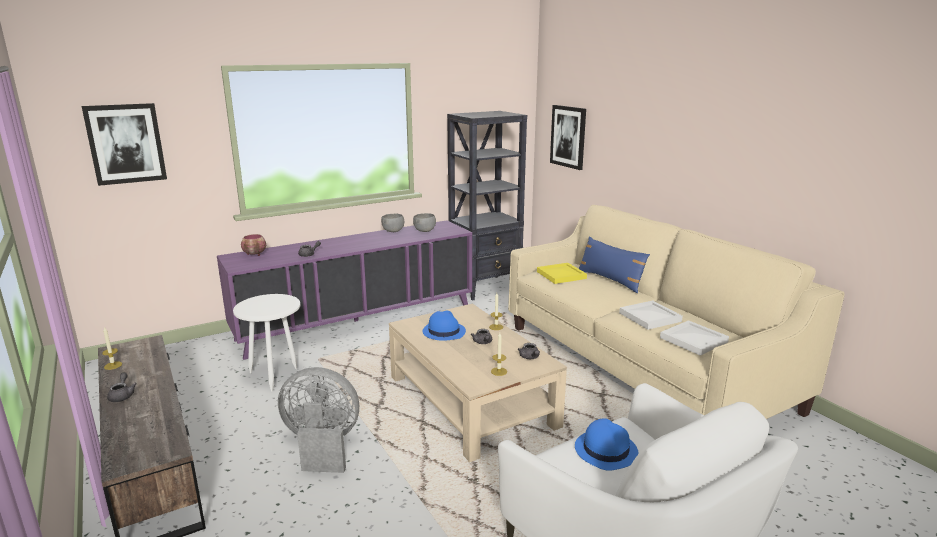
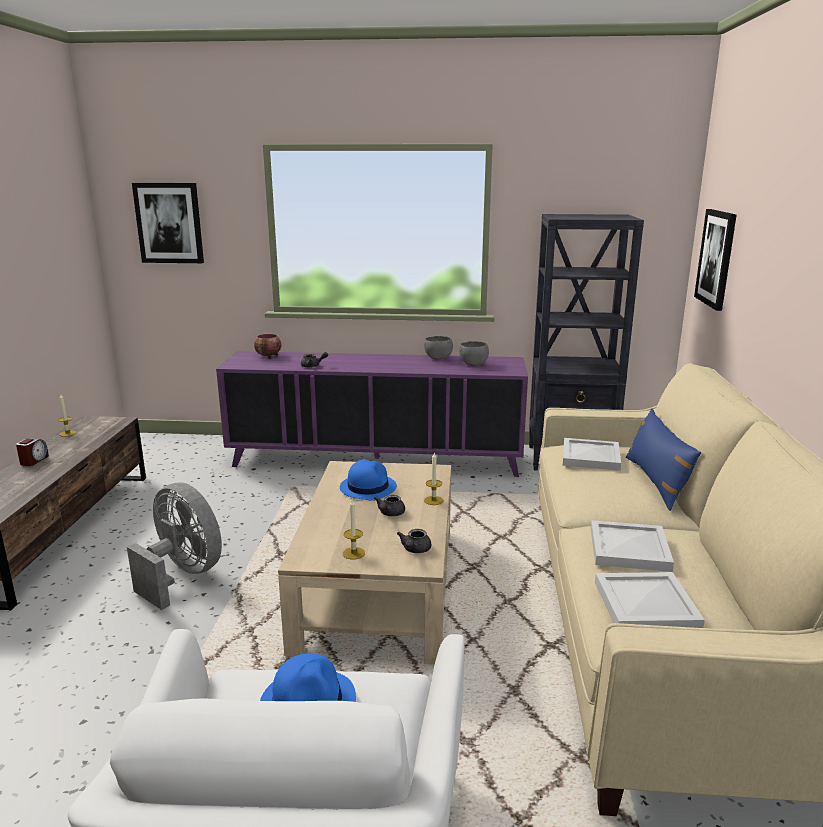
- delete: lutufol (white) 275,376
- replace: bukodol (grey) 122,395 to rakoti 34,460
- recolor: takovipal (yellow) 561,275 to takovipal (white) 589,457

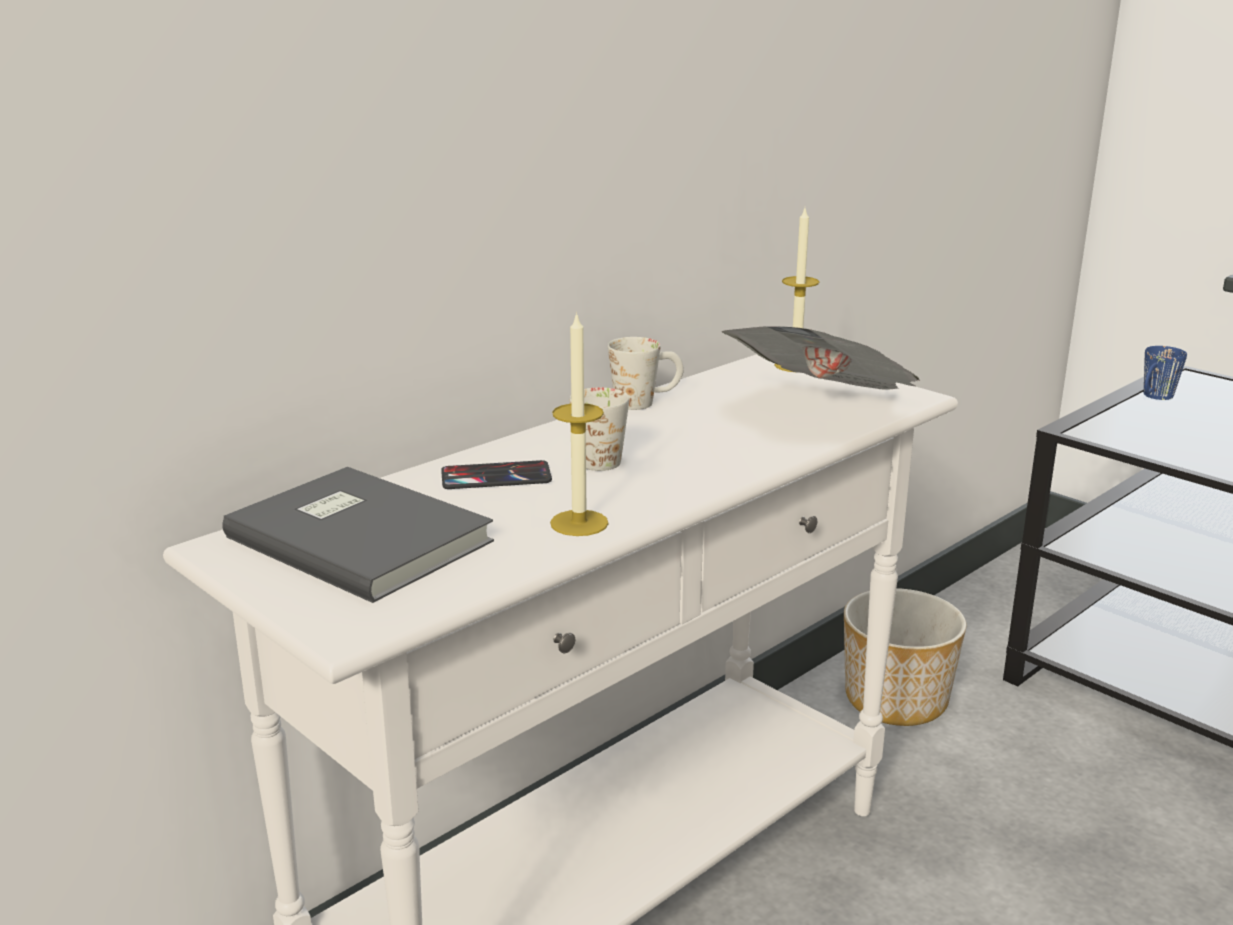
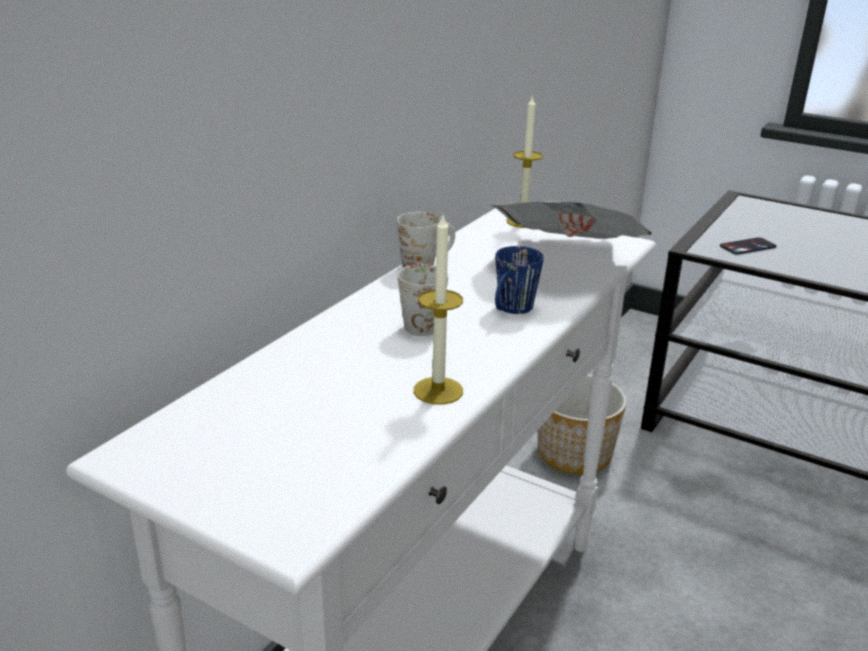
- delete: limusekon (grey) 361,536
- move: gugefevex 496,476 to 747,246
- move: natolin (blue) 1154,397 to 511,311

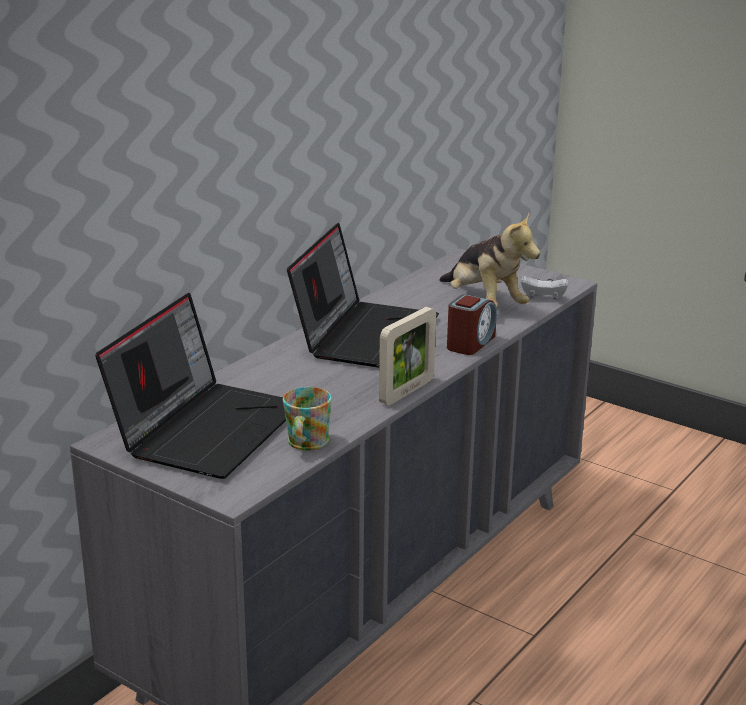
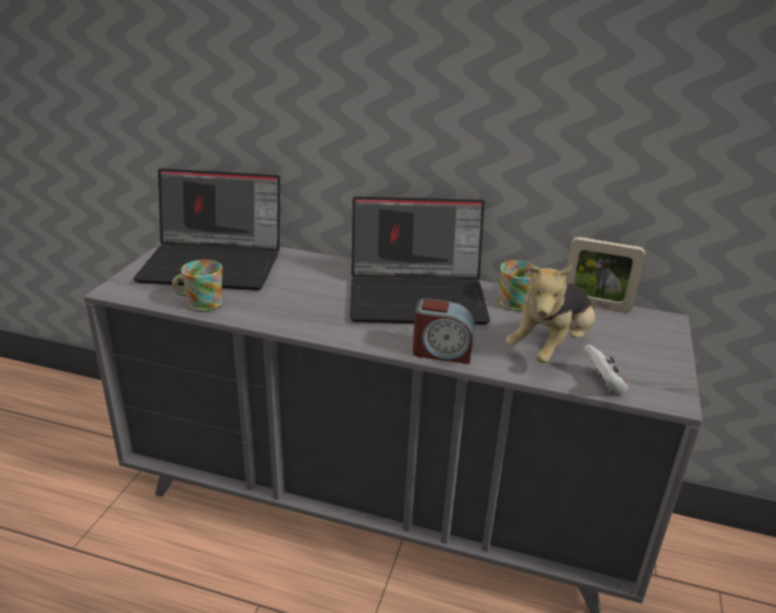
- insert: natolin 517,301
- move: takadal 406,392 to 595,305

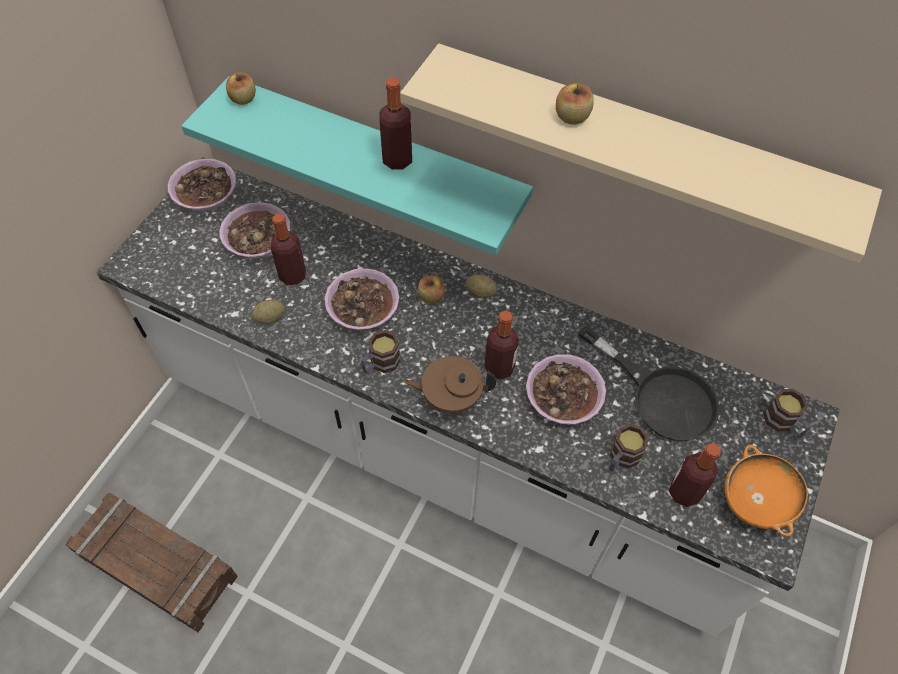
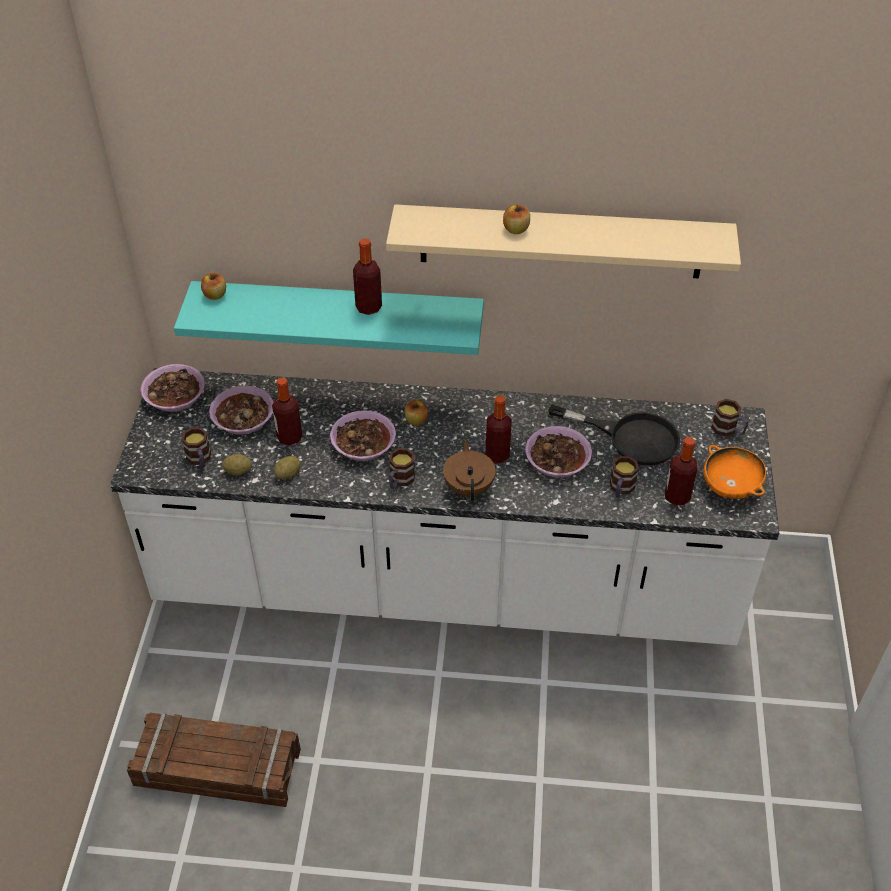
- insert: natolin 200,459
- move: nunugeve 480,292 to 238,471
- rotate: bukodol (brown) 450,397 = 469,487 105 degrees clockwise

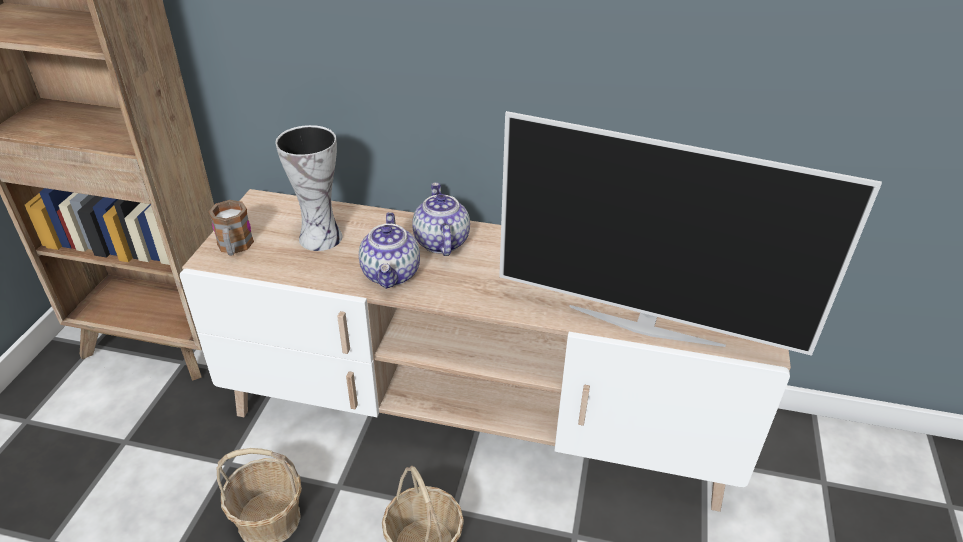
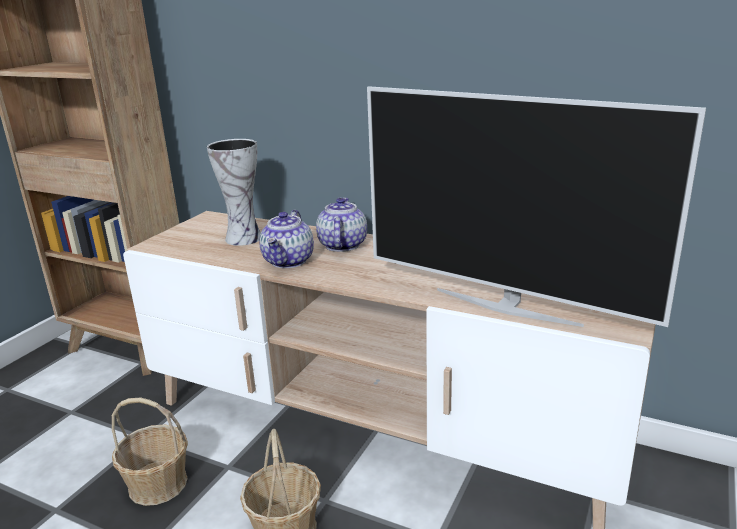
- delete: natolin 234,247

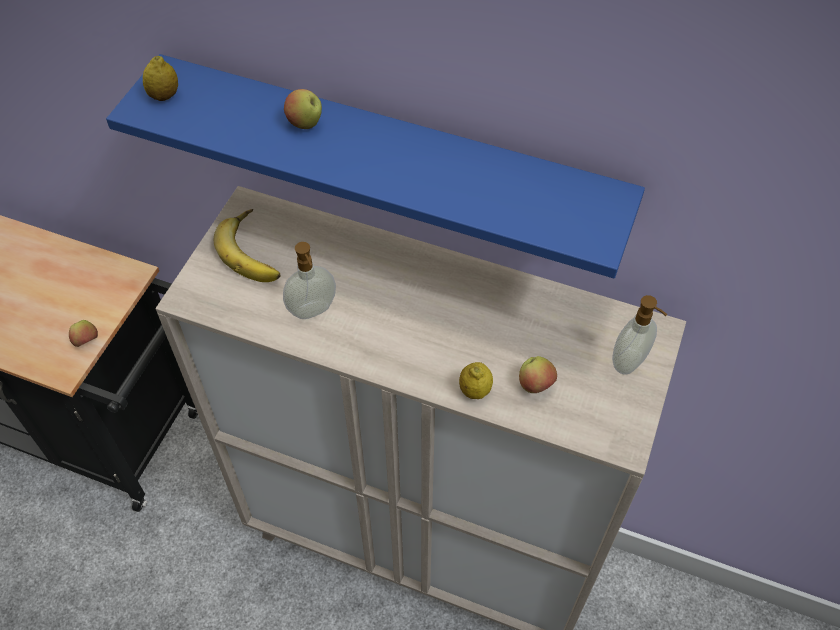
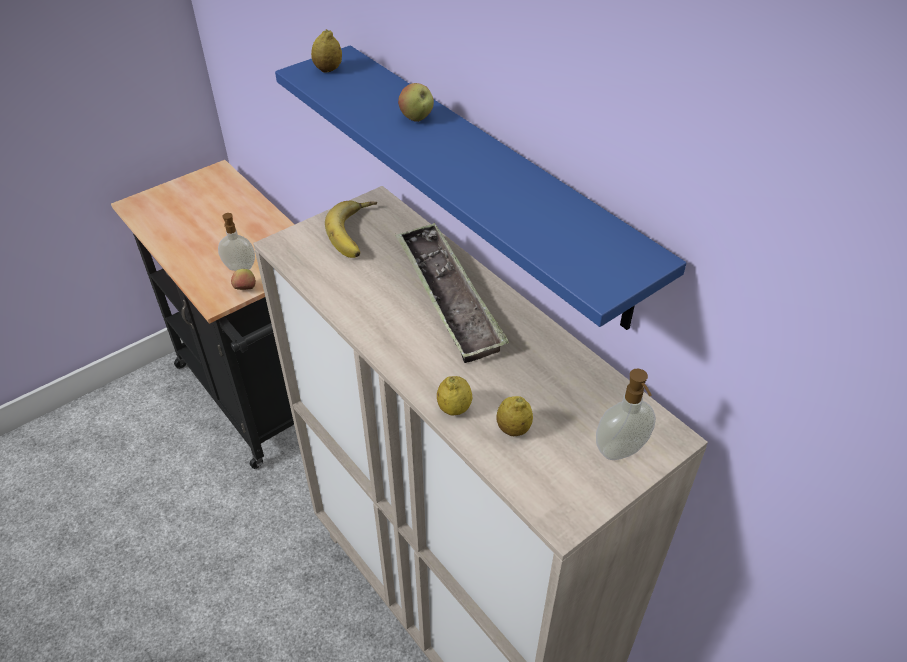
- insert: takovipal 448,297
- move: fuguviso 313,310 to 240,268
- replace: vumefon 535,385 to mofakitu 513,429

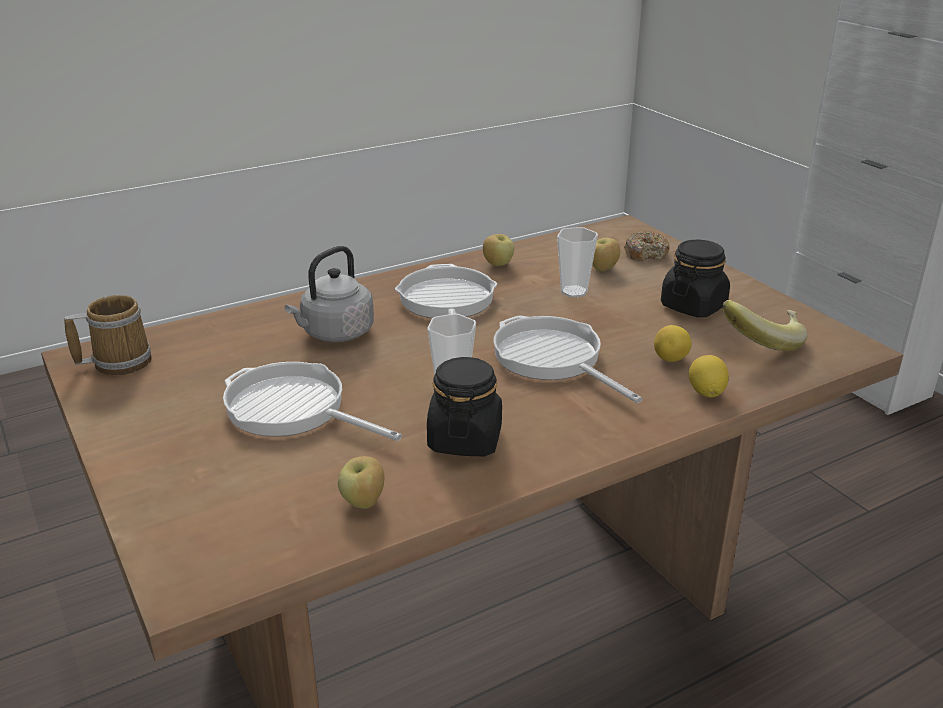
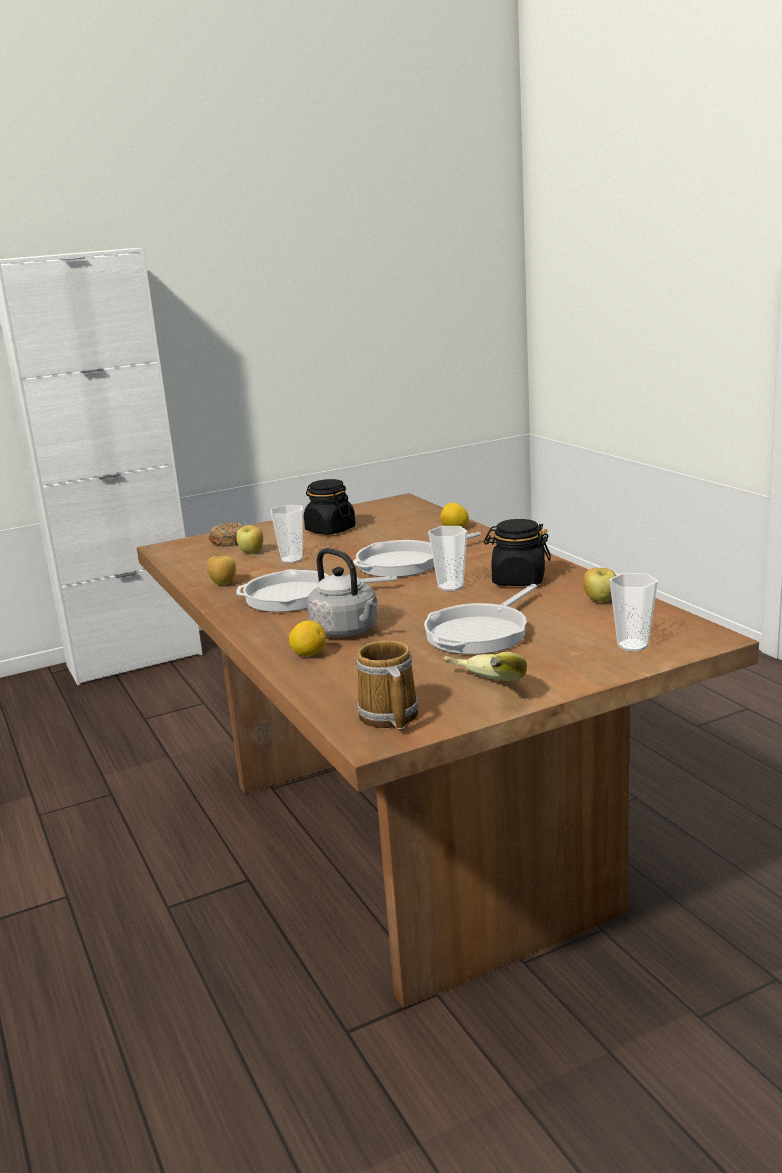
- insert: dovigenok 633,645
- move: mofakitu 671,359 to 309,654
- move: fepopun 761,341 to 481,690

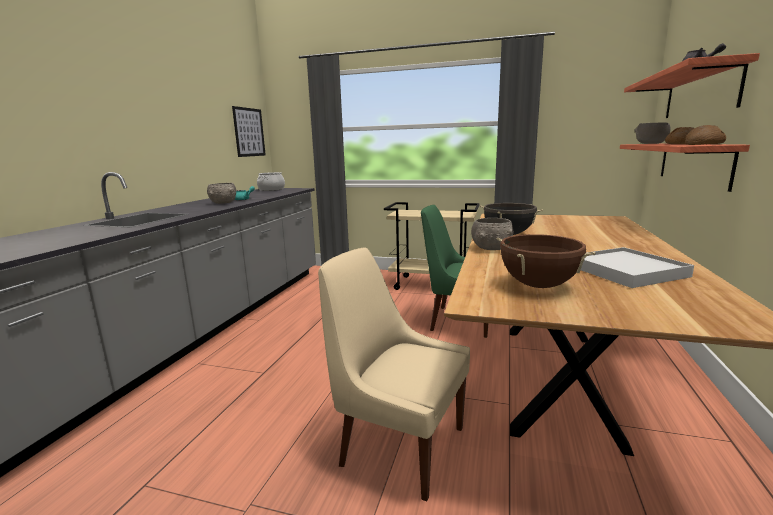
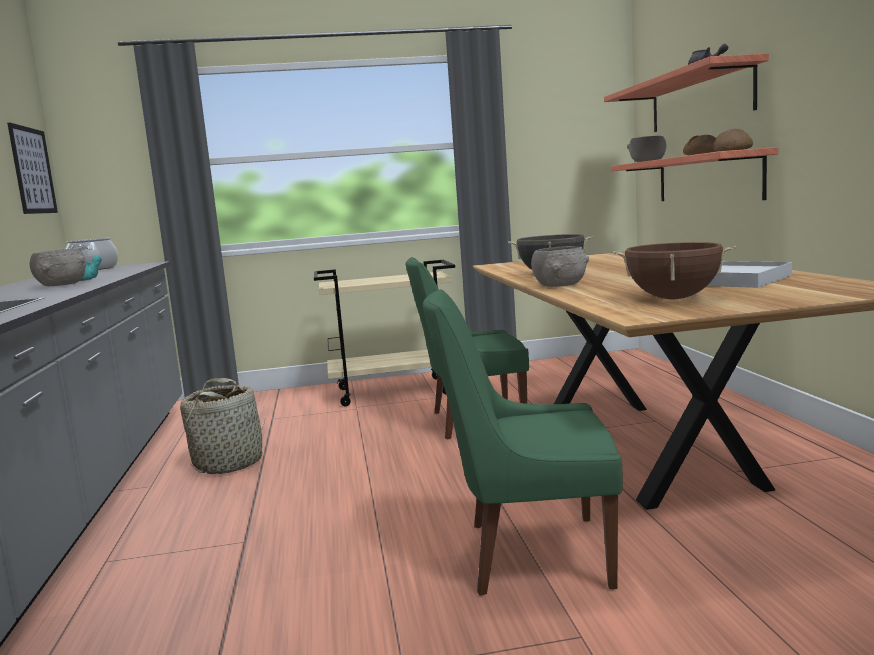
- insert: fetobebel 229,463
- recolor: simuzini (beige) 398,445 to simuzini (green) 530,554

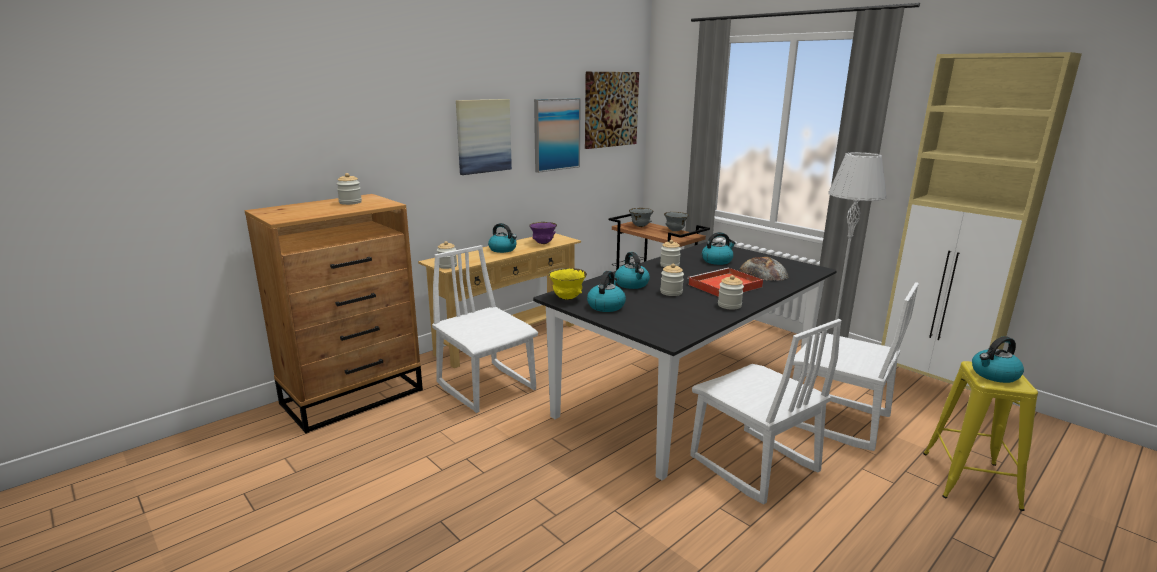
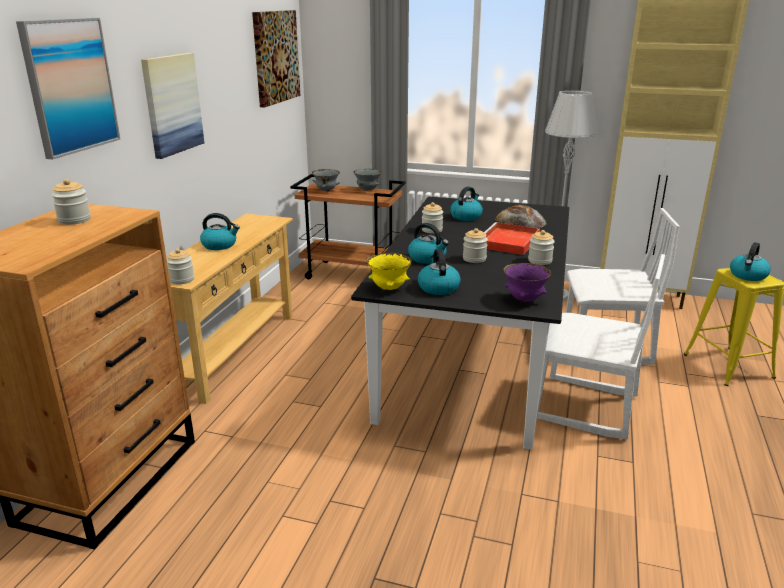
- delete: simuzini (white) 487,386
- move: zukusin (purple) 543,243 to 524,300
- move: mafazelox 556,134 to 70,86

